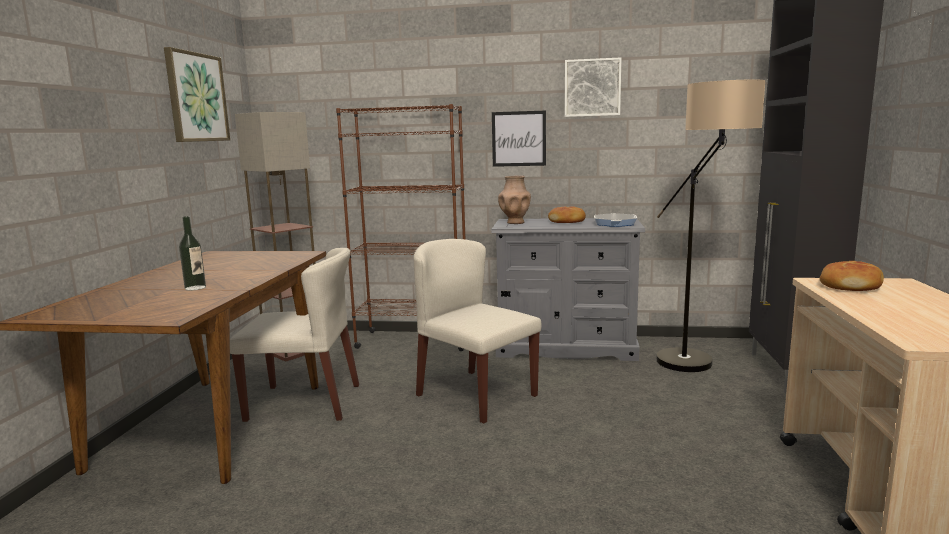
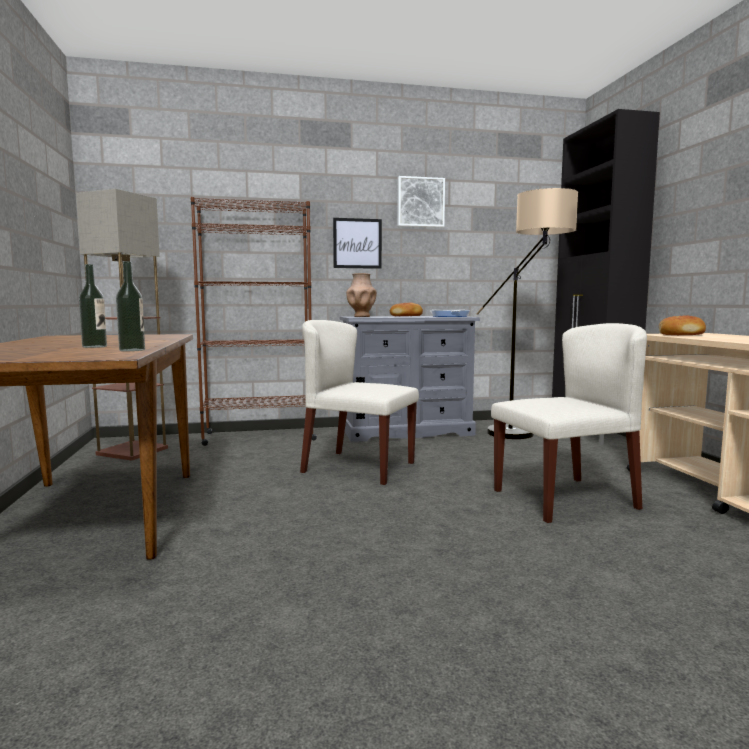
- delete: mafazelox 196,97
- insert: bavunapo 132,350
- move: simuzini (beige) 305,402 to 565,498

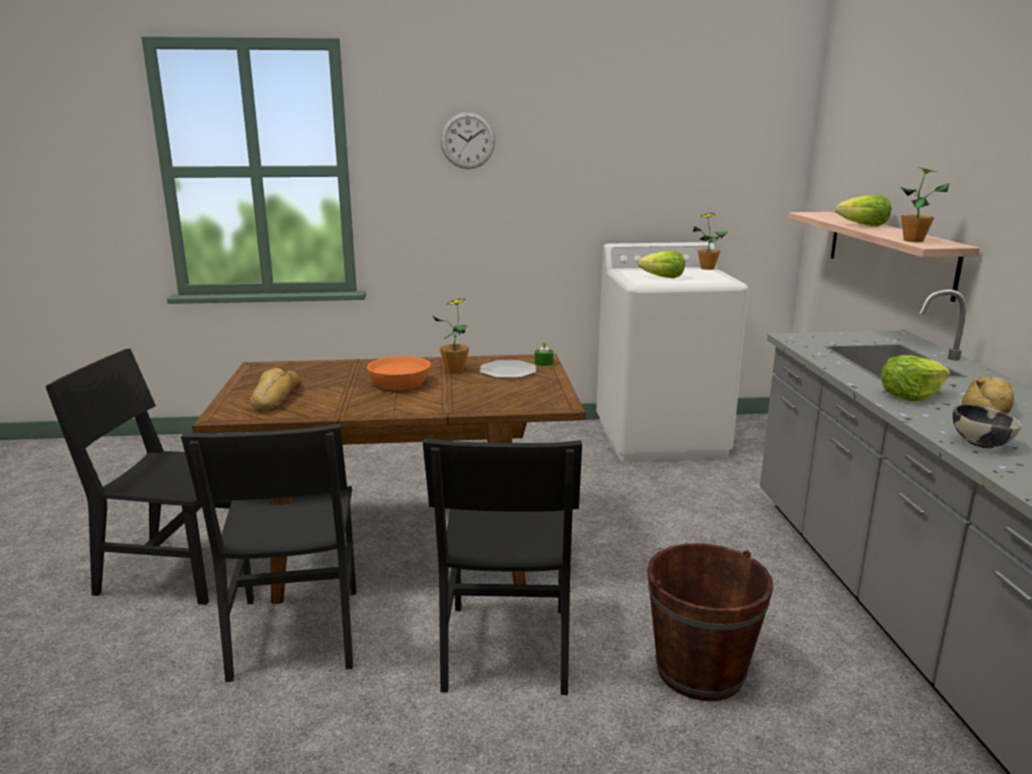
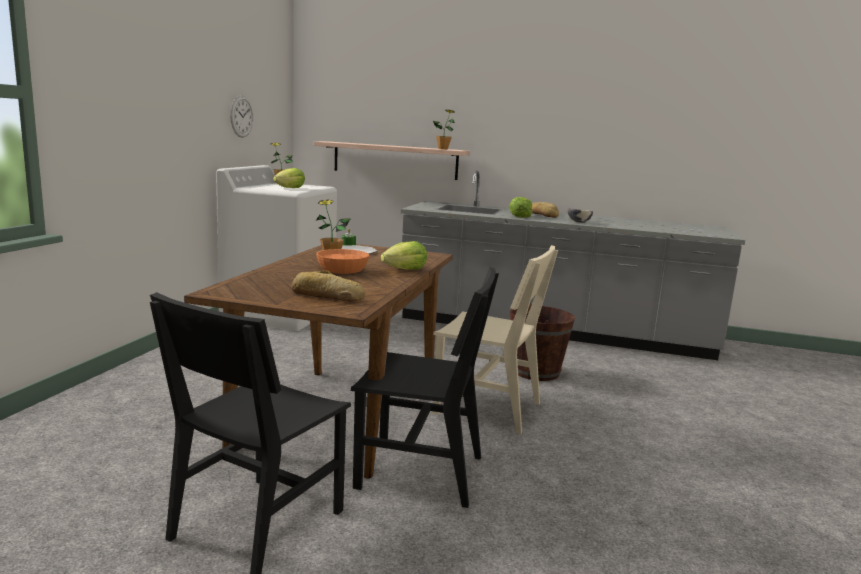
- move: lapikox 467,140 to 241,116
- move: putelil 863,225 to 405,270
- recolor: simuzini (black) 506,646 to simuzini (beige) 487,408

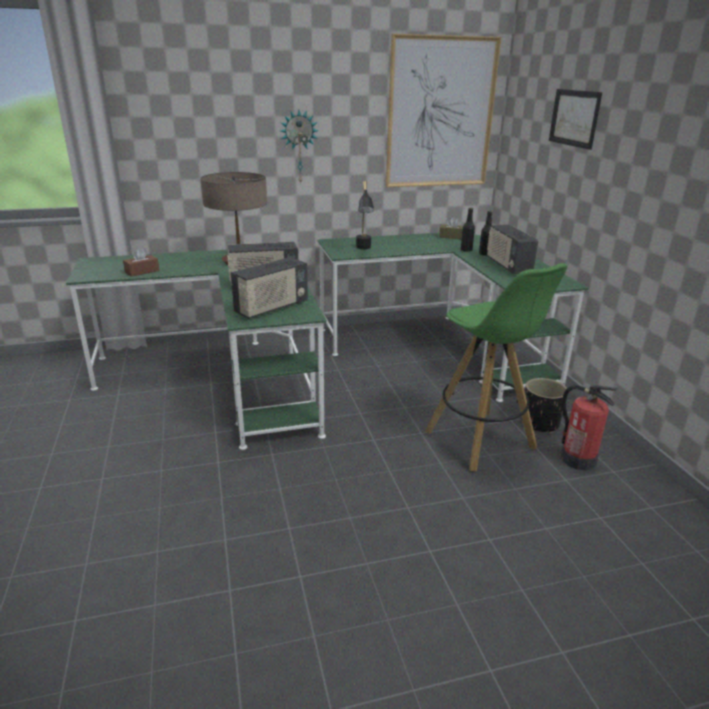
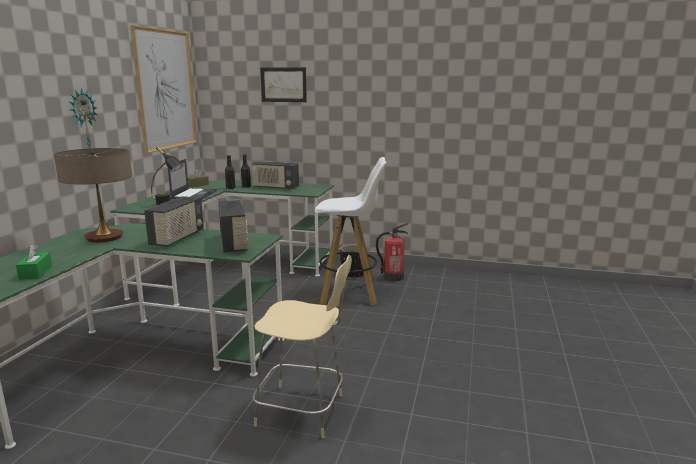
- insert: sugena 194,194
- insert: simuzini (beige) 303,410
- recolor: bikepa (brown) 142,271 to bikepa (green) 36,272
- recolor: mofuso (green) 481,441 to mofuso (white) 350,293

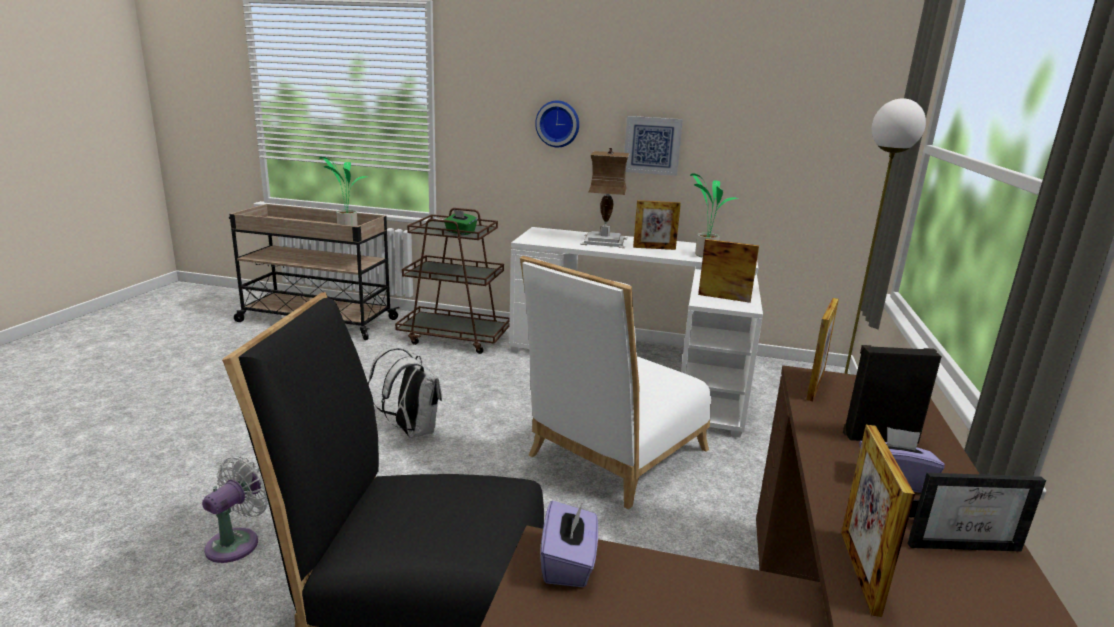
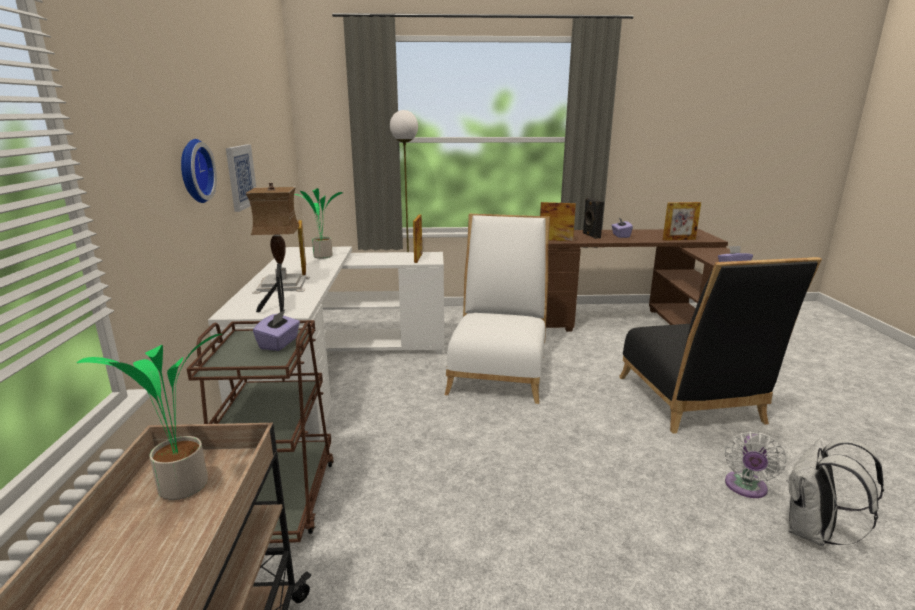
- move: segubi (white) 411,430 to 813,533
- move: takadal 959,540 to 276,305
- recolor: bikepa (green) 460,232 to bikepa (purple) 279,343
- rotate: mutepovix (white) 237,542 = 745,488 75 degrees counterclockwise
- rotate: simuzini (white) 612,457 = 498,370 105 degrees counterclockwise

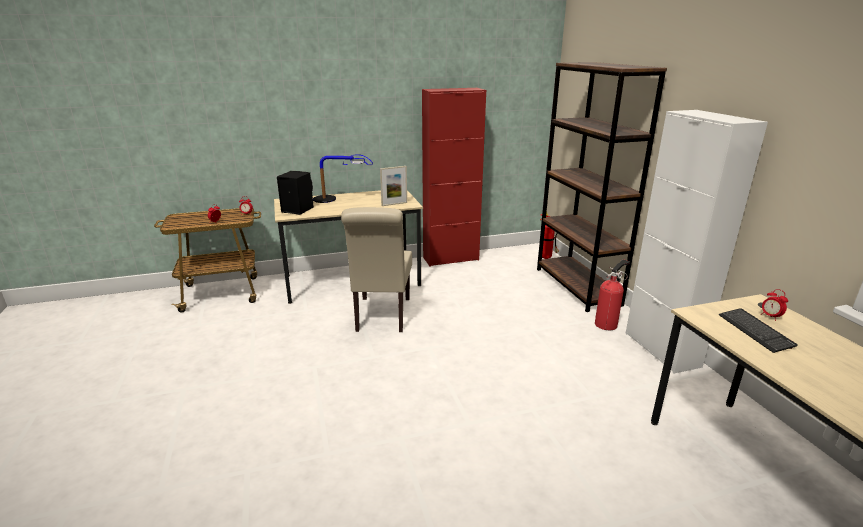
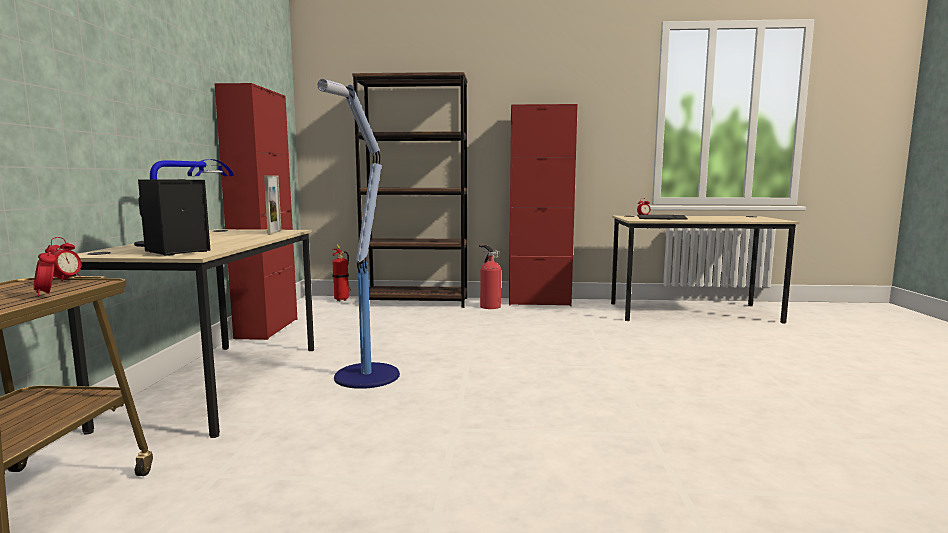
- replace: simuzini (beige) 382,316 to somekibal 365,377
- recolor: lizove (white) 661,349 to lizove (red) 539,302

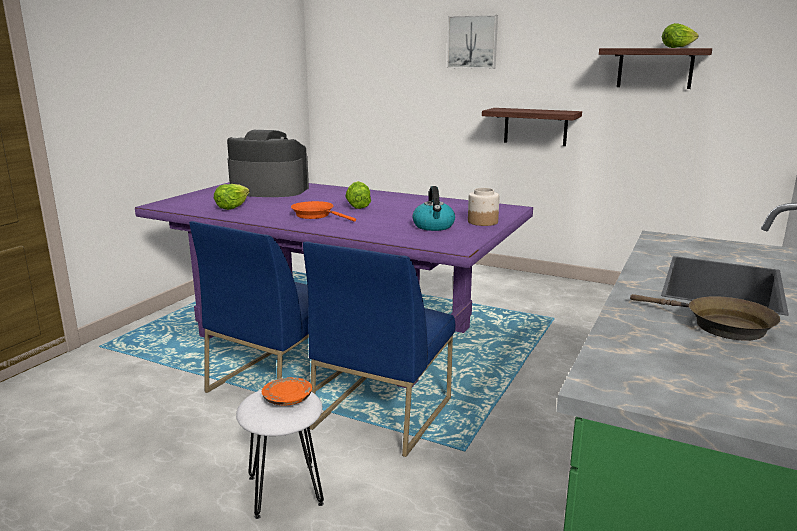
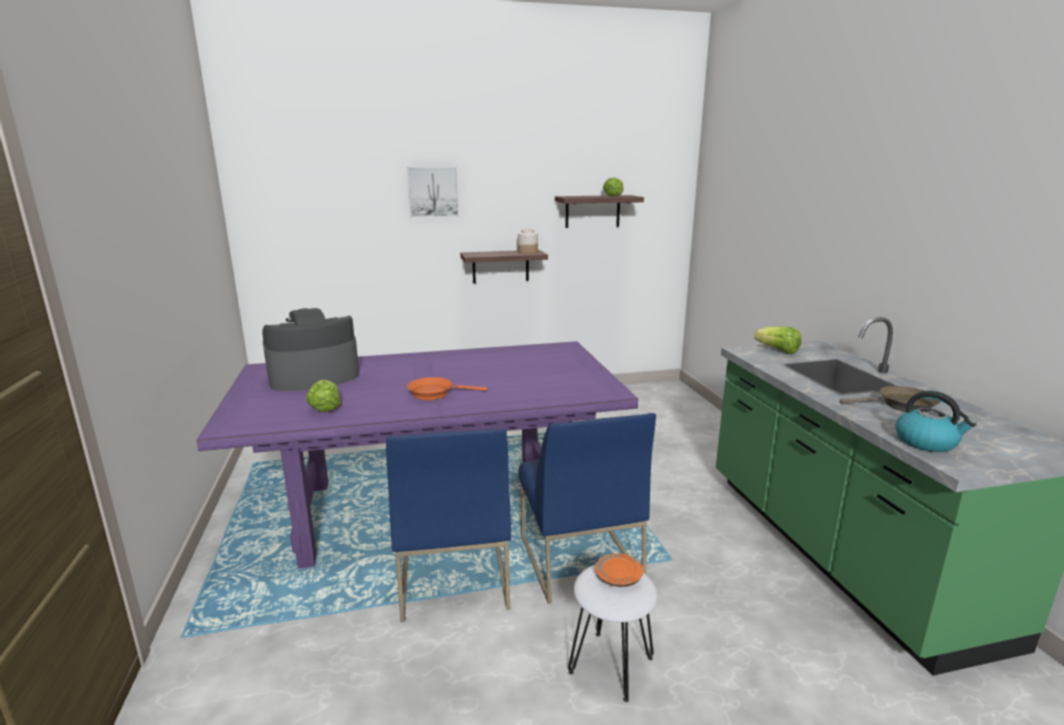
- move: putelil 358,205 to 778,351
- move: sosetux 434,226 to 927,442
- move: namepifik 482,222 to 527,252

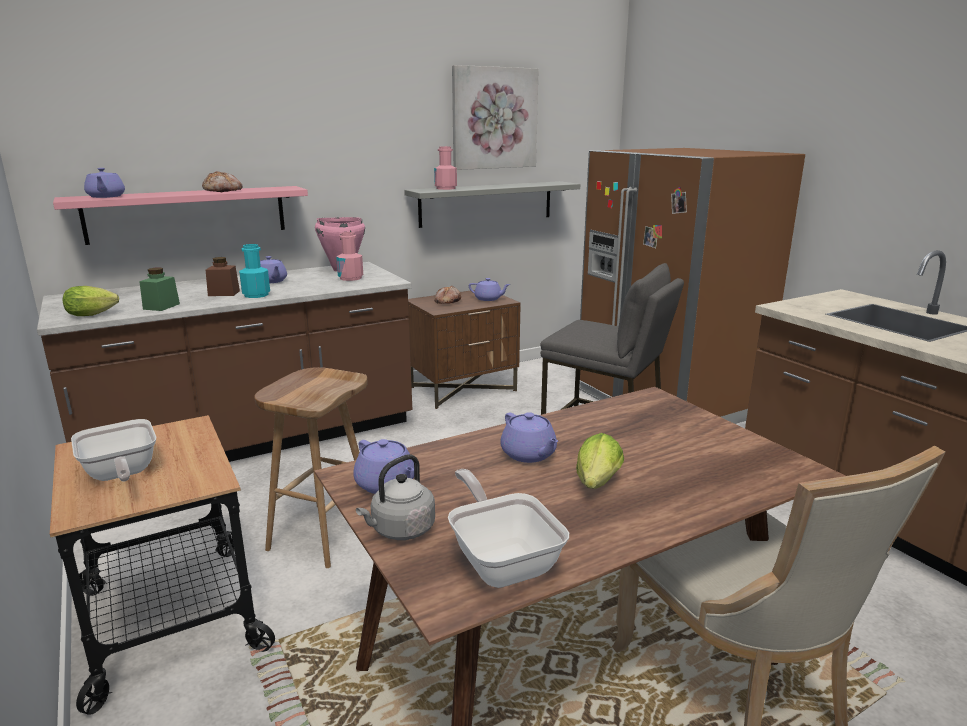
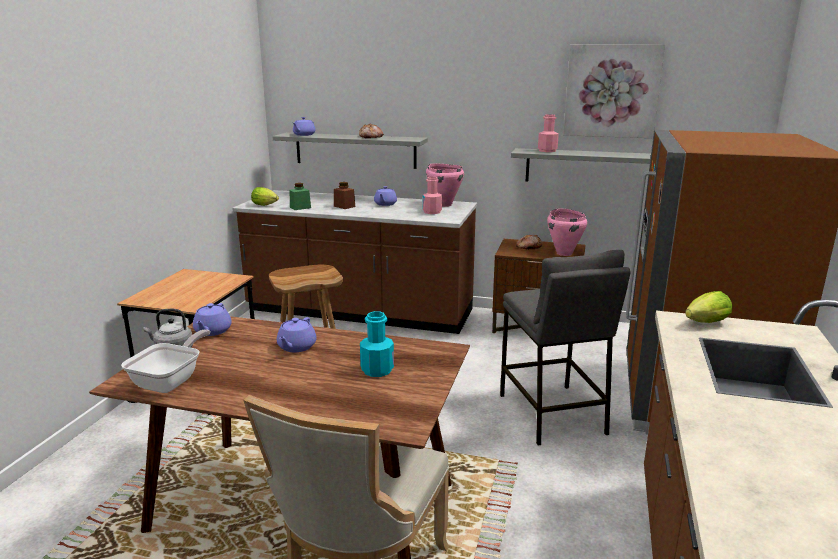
- delete: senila 120,474
- move: bavunapo (turquoise) 256,295 to 377,370
- move: putelil 596,485 to 704,323
- replace: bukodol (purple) 488,299 to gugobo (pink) 564,253
- recolor: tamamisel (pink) 187,214 to tamamisel (grey) 355,150

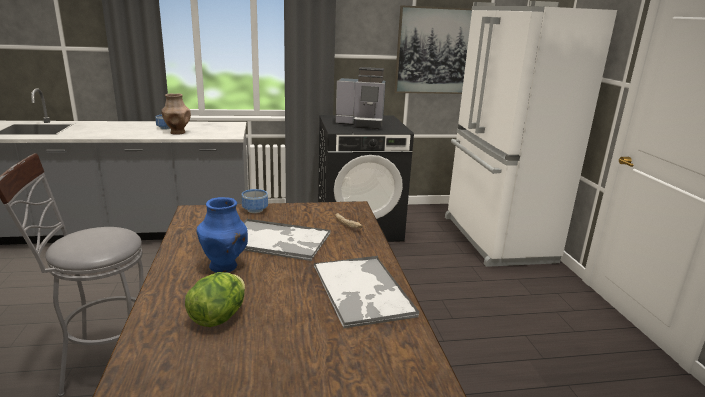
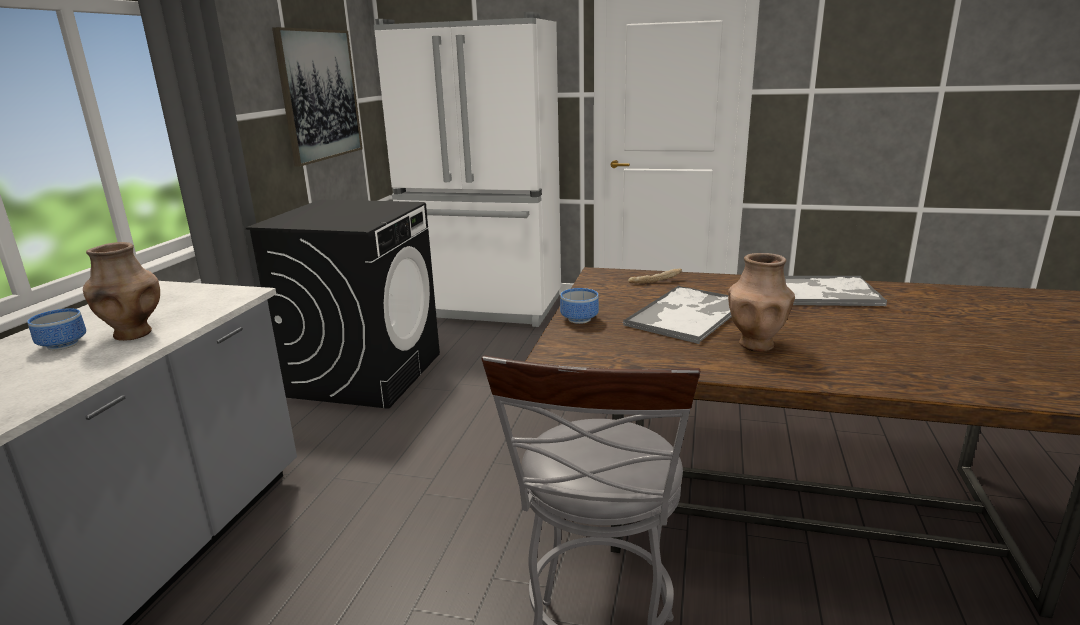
- delete: putelil 218,317
- delete: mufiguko 361,124
- recolor: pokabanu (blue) 224,266 to pokabanu (brown) 756,344

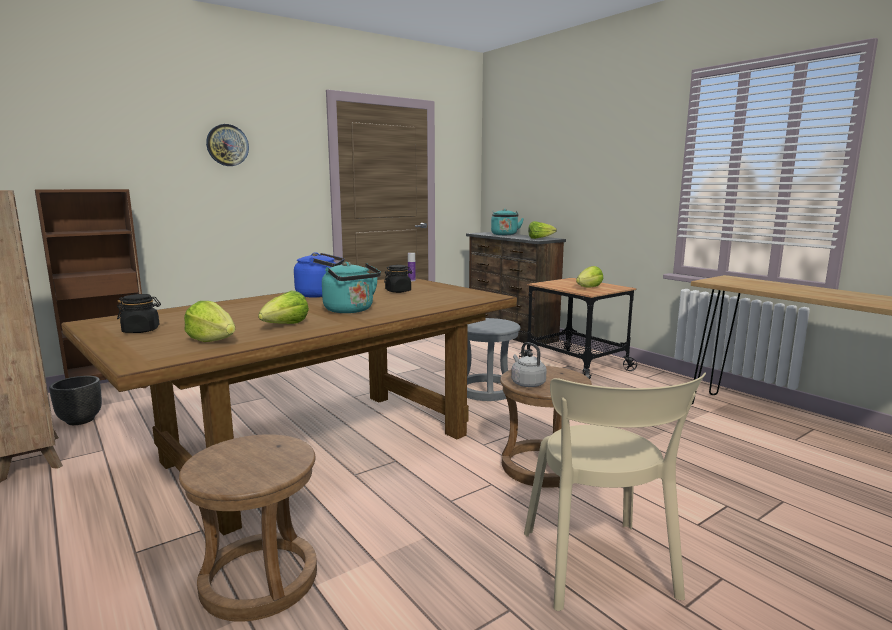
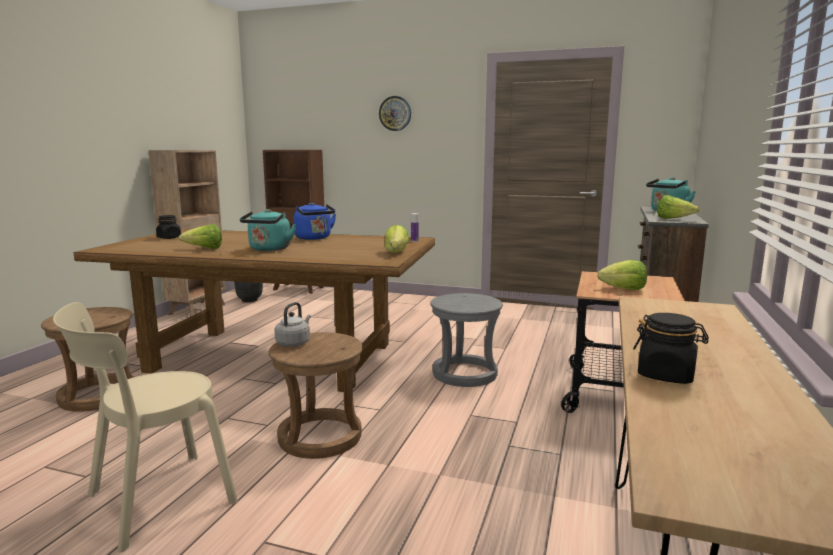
- move: putelil 212,340 to 396,252
- move: namepifik (black) 398,291 to 666,375

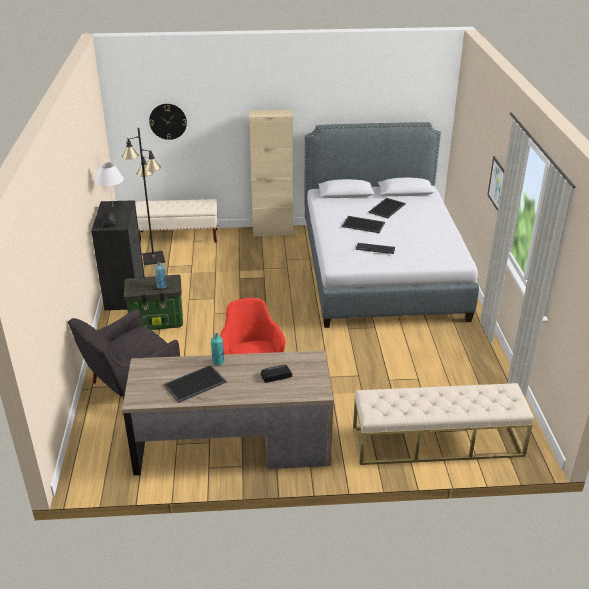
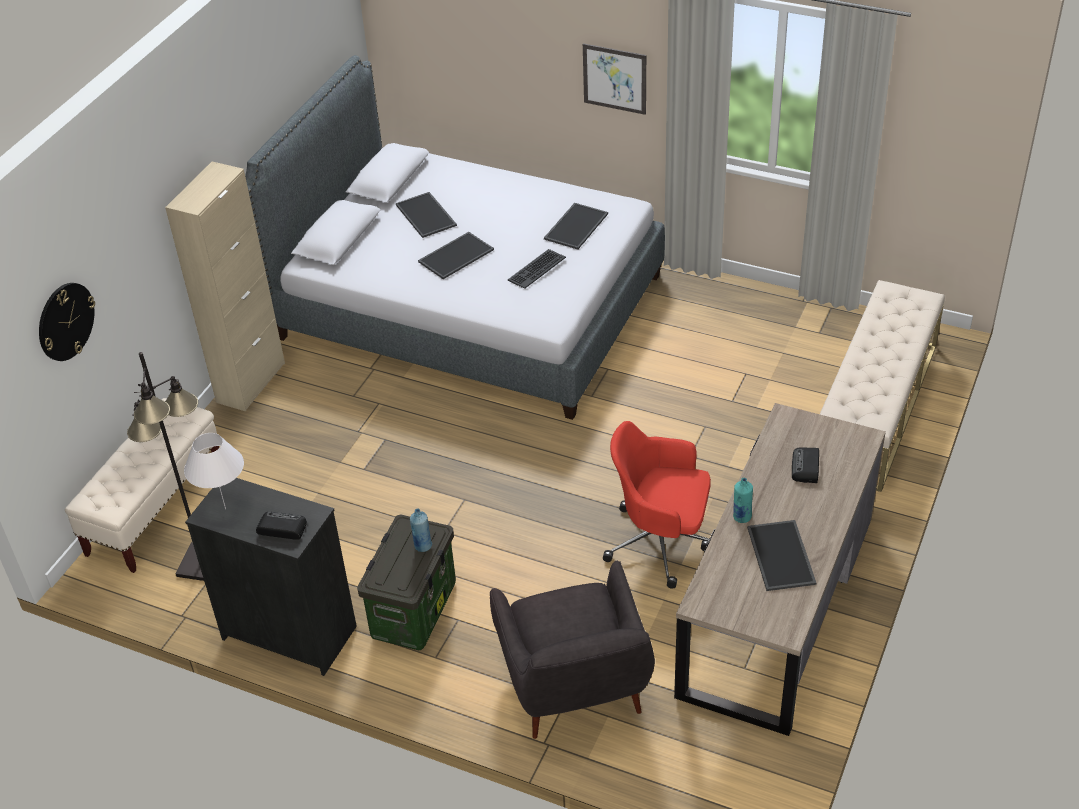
- insert: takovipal 575,226

